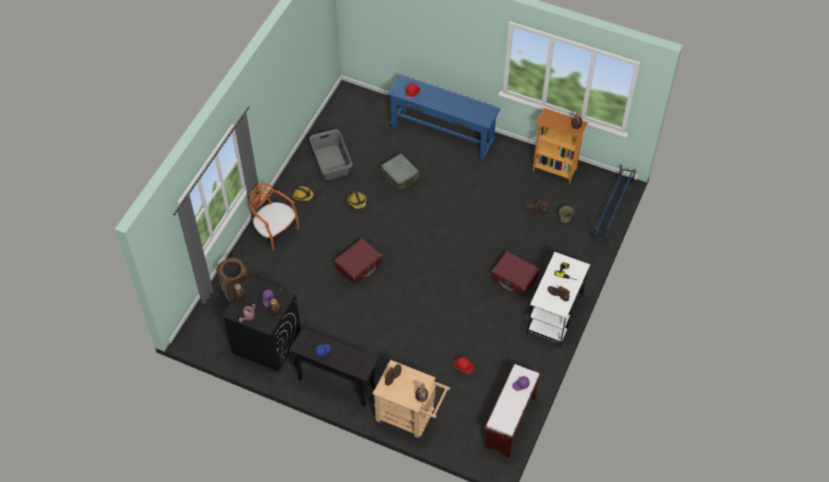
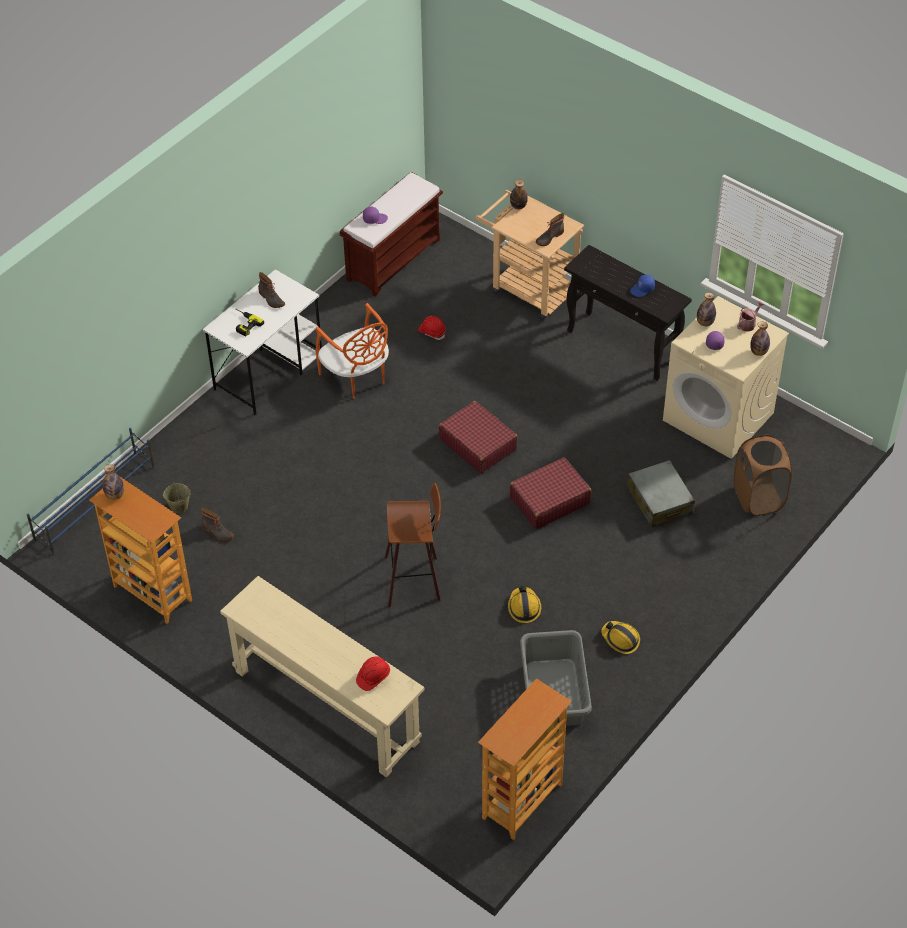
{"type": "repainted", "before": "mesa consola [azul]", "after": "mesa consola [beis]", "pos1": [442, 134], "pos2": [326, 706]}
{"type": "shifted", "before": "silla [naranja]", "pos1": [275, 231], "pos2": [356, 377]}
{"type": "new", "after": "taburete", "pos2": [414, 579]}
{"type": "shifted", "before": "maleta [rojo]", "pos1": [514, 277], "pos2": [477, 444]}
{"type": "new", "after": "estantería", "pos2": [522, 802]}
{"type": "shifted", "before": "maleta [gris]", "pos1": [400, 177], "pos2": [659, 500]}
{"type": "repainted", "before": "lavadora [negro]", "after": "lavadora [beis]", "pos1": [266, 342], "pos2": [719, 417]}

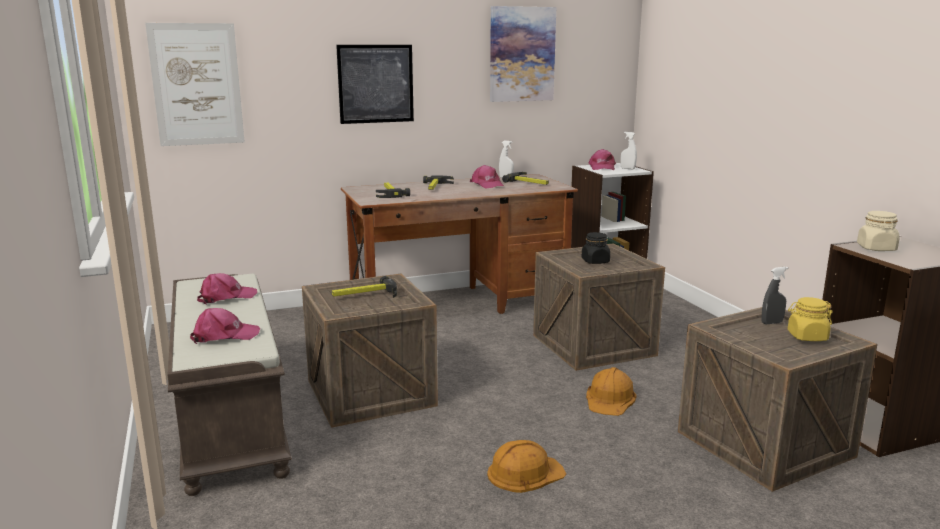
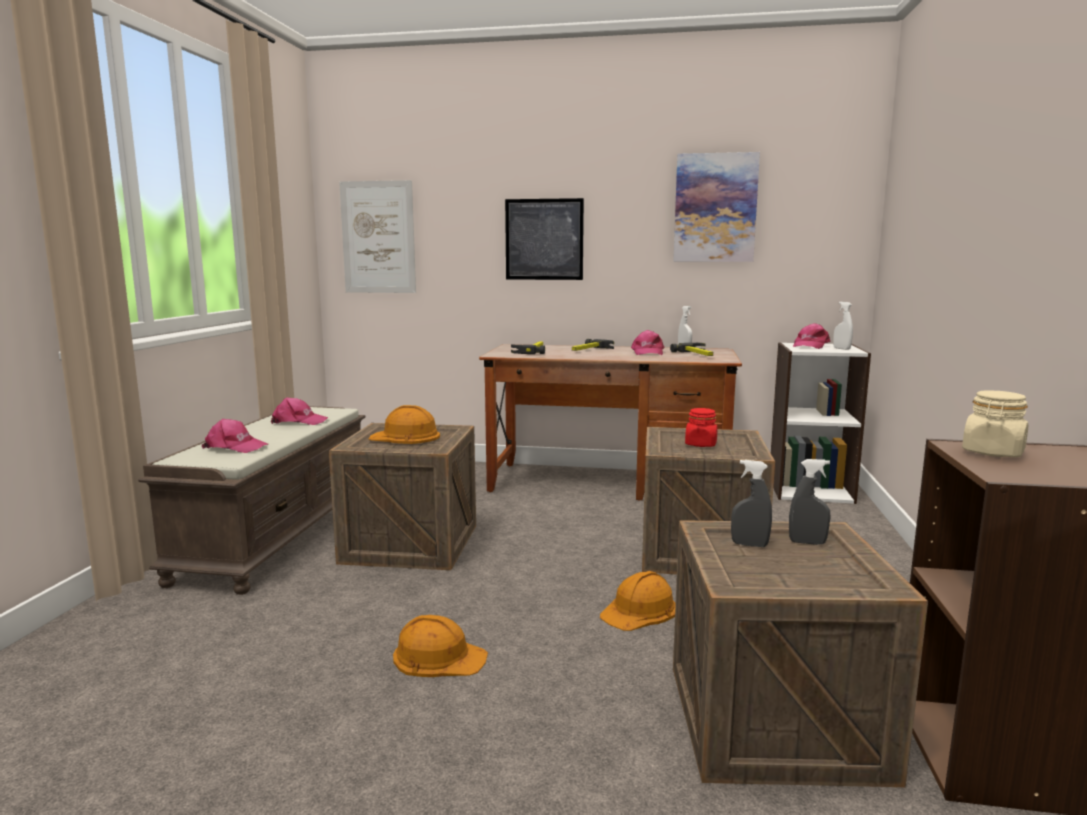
{"type": "swapped", "before": "martillo", "after": "casco [naranja]", "pos1": [365, 294], "pos2": [405, 436]}
{"type": "repainted", "before": "tarro [negro]", "after": "tarro [rojo]", "pos1": [595, 261], "pos2": [701, 444]}
{"type": "new", "after": "pulverizador [gris]", "pos2": [749, 544]}
{"type": "gone", "before": "tarro [amarillo]", "pos1": [807, 337]}

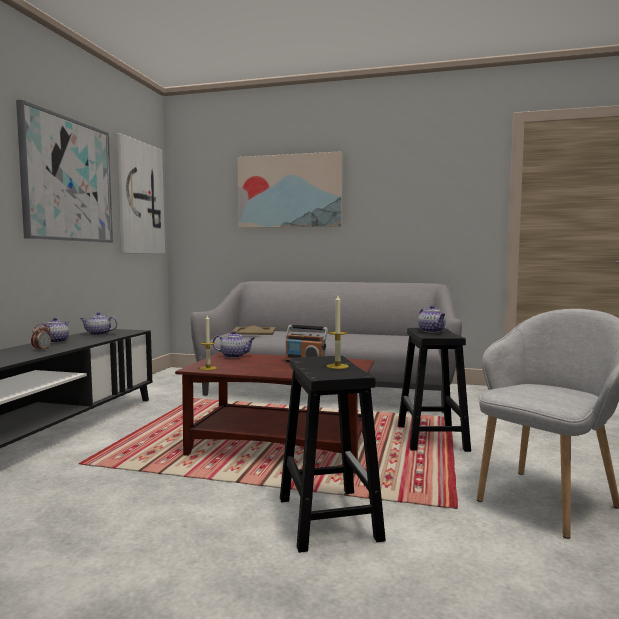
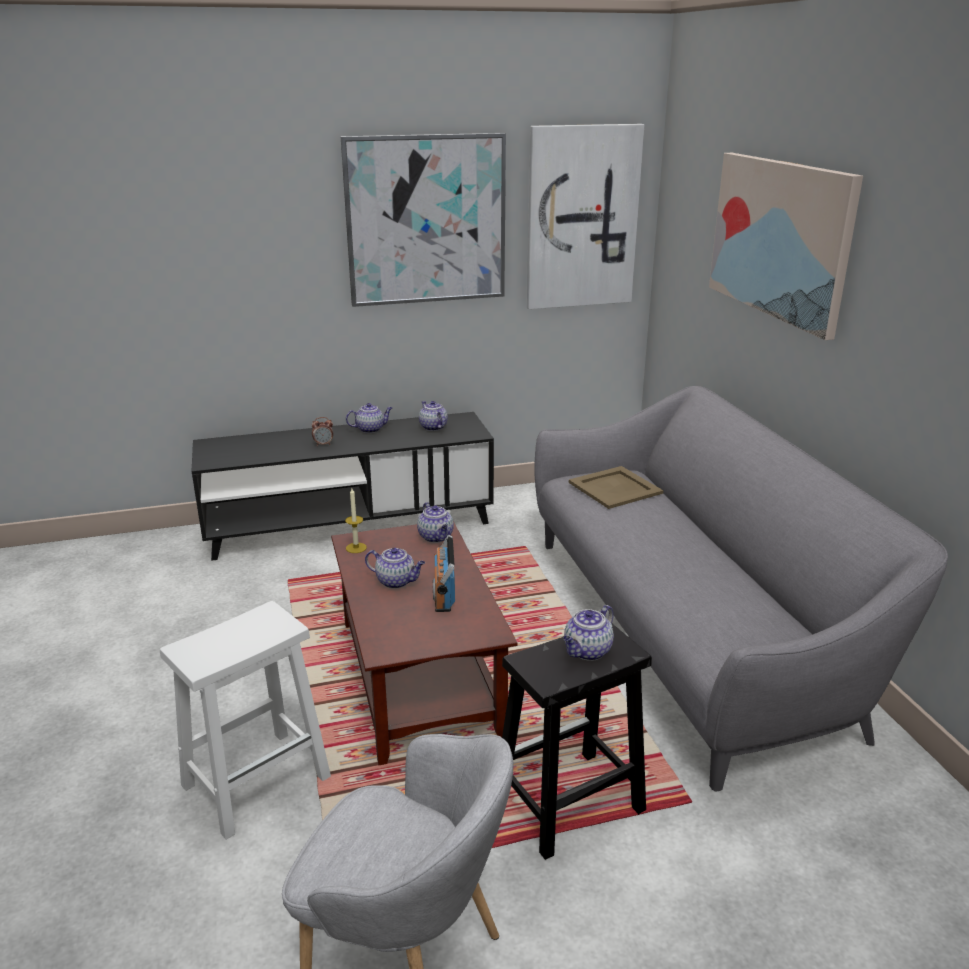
{"type": "repainted", "before": "taburete [negro]", "after": "taburete [blanco]", "pos1": [327, 517], "pos2": [258, 780]}
{"type": "new", "after": "tetera", "pos2": [396, 581]}
{"type": "gone", "before": "vela", "pos1": [337, 366]}

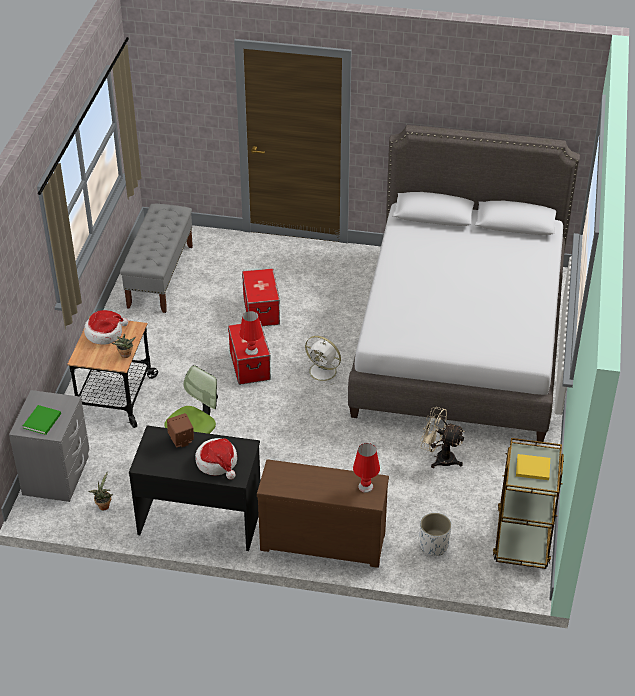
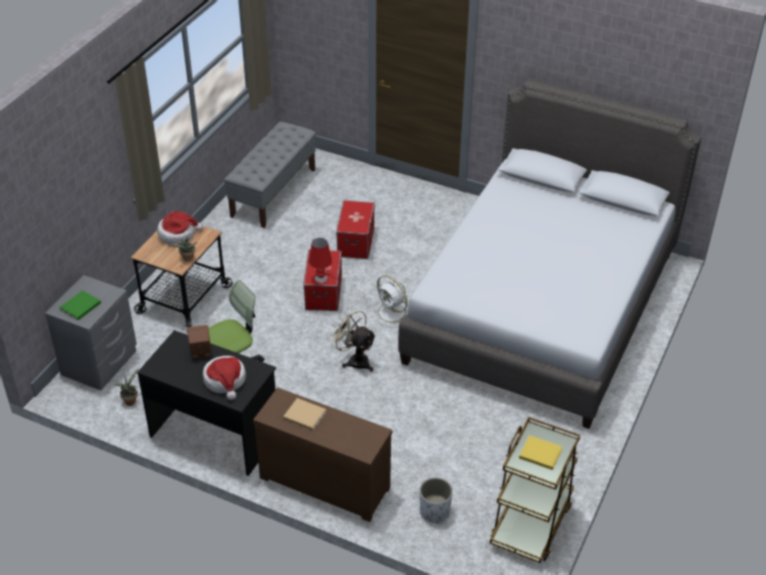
{"type": "new", "after": "libro [beis]", "pos2": [303, 415]}
{"type": "shifted", "before": "ventilador [beis]", "pos1": [440, 458], "pos2": [354, 360]}
{"type": "gone", "before": "lámpara de mesa [rojo]", "pos1": [365, 486]}

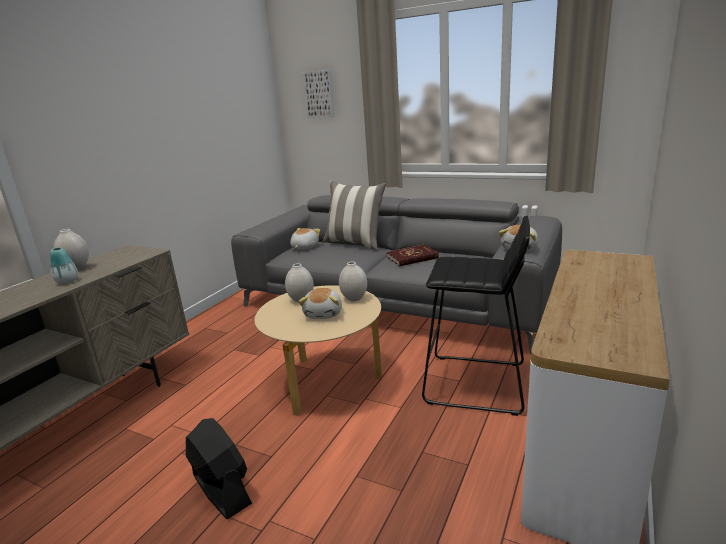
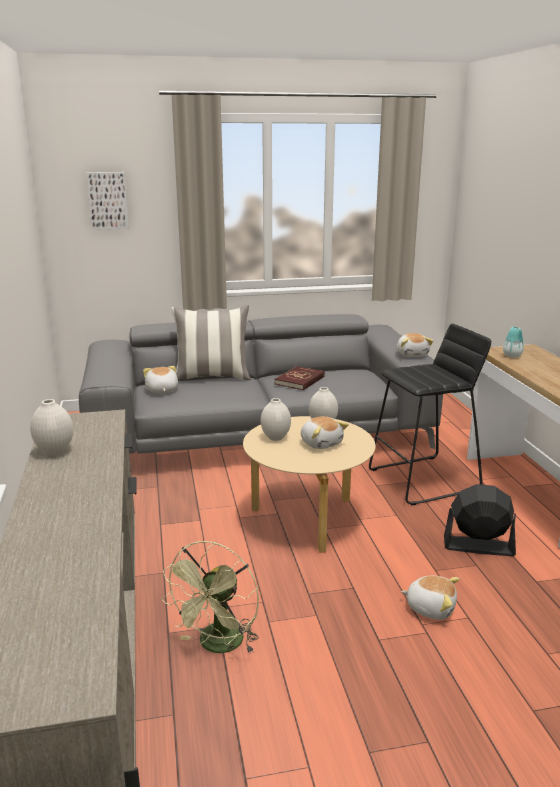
{"type": "new", "after": "ventilador [verde]", "pos2": [218, 646]}
{"type": "new", "after": "peluche", "pos2": [430, 607]}
{"type": "shifted", "before": "ventilador [negro]", "pos1": [221, 489], "pos2": [478, 546]}
{"type": "shifted", "before": "florero", "pos1": [67, 281], "pos2": [512, 356]}

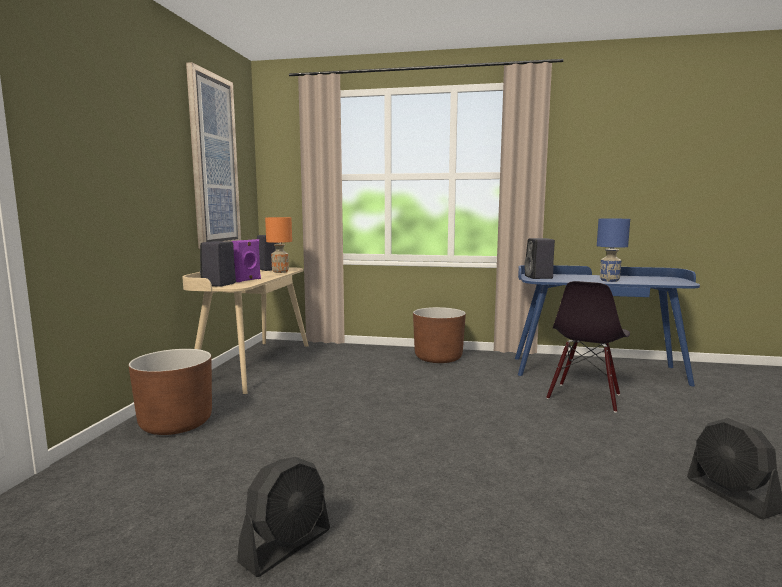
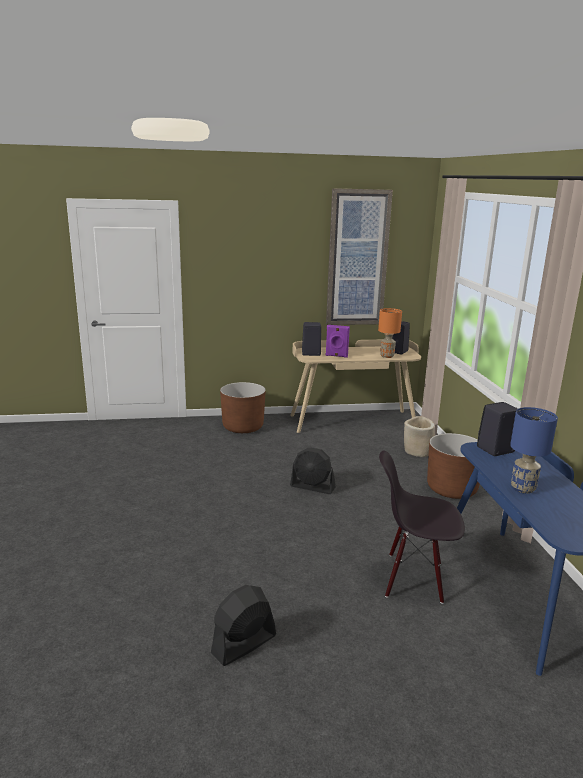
{"type": "shifted", "before": "ventilador [negro]", "pos1": [286, 546], "pos2": [312, 487]}
{"type": "new", "after": "maceta [beis]", "pos2": [417, 451]}

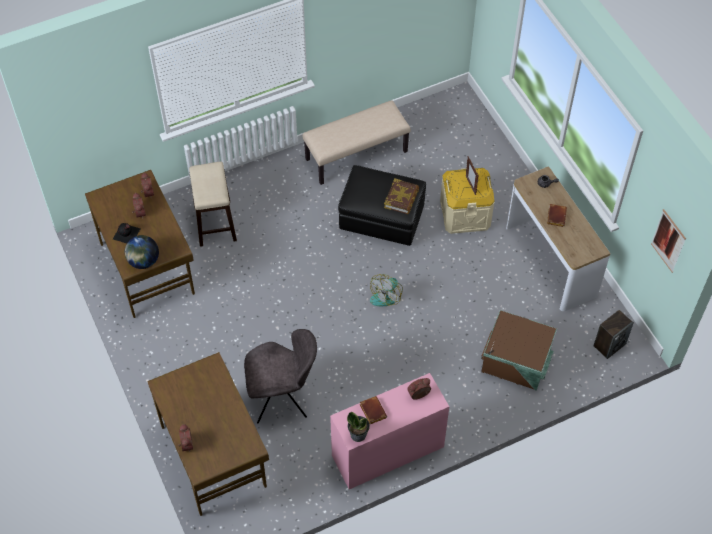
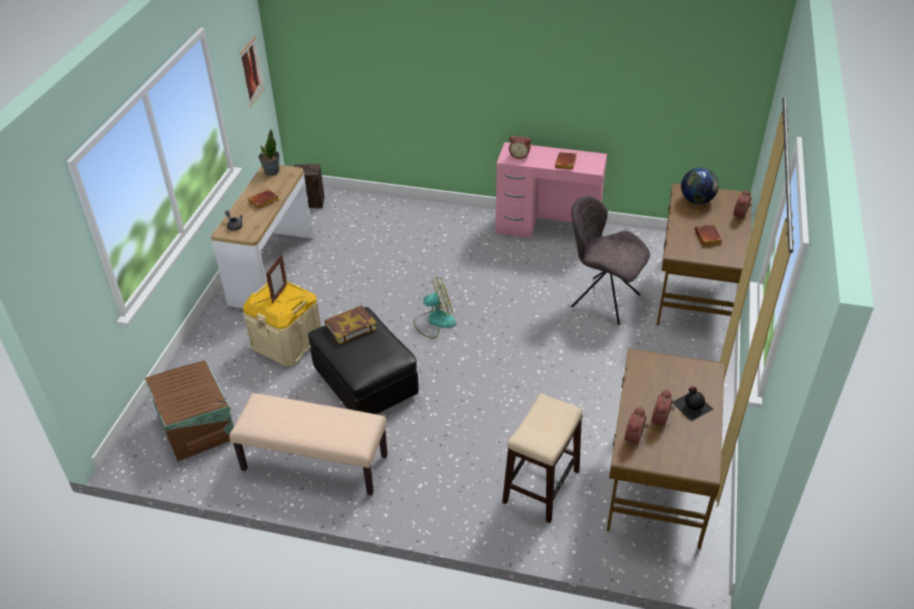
{"type": "shifted", "before": "caja de almacenaje [marrón]", "pos1": [516, 362], "pos2": [197, 425]}
{"type": "shifted", "before": "planta en maceta", "pos1": [358, 434], "pos2": [271, 171]}
{"type": "shifted", "before": "globo terráqueo", "pos1": [143, 261], "pos2": [697, 200]}
{"type": "new", "after": "libro [marrón]", "pos2": [709, 237]}

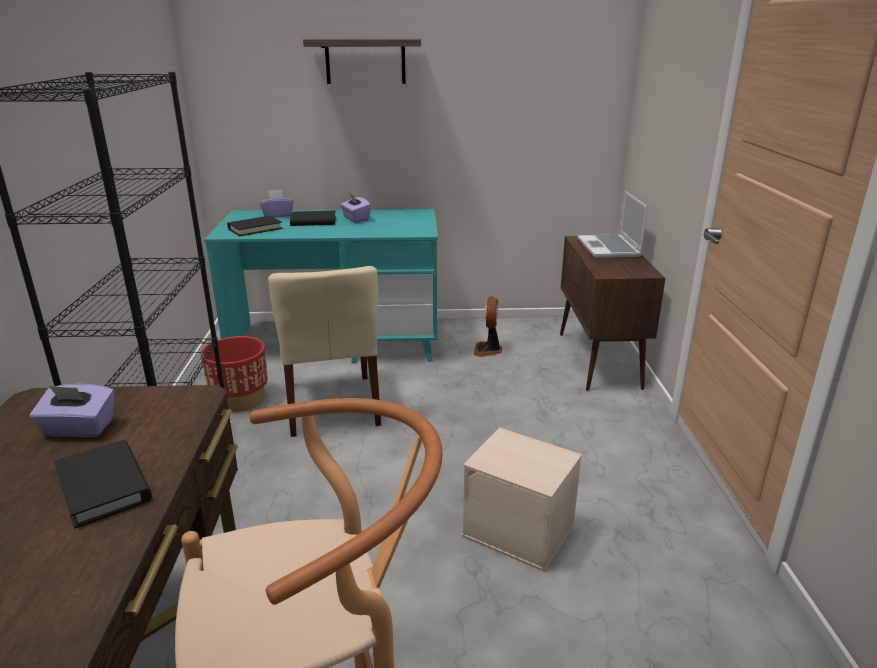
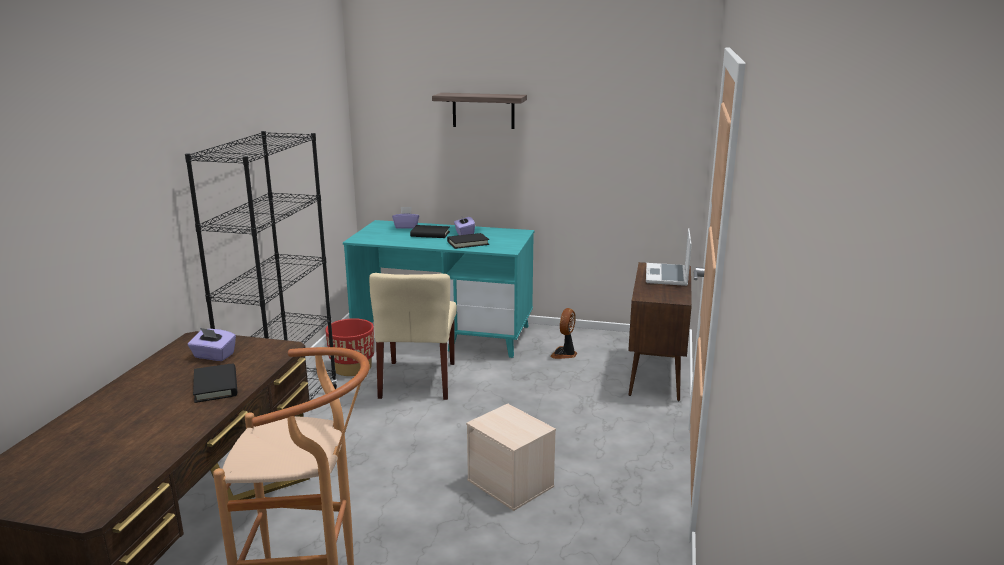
{"type": "shifted", "before": "libro [negro]", "pos1": [255, 229], "pos2": [468, 243]}

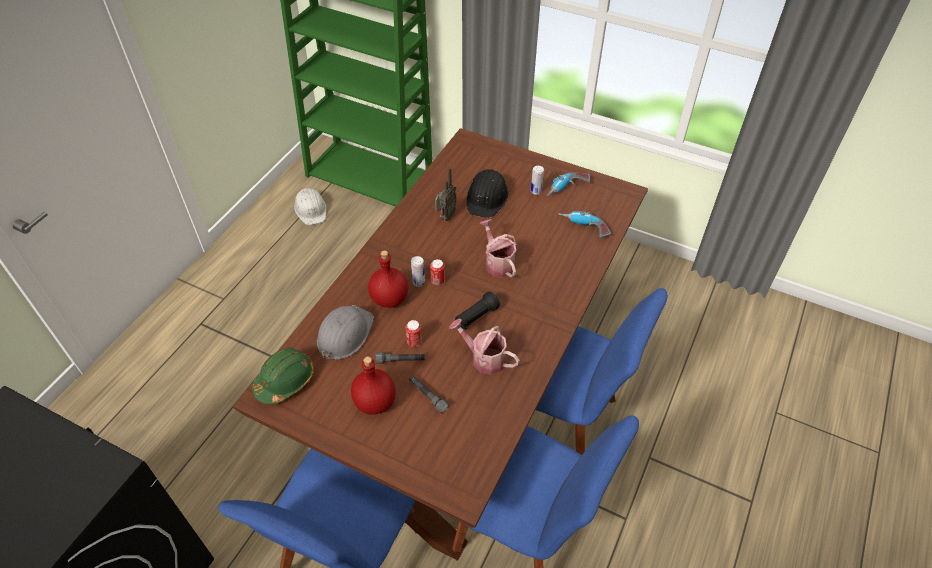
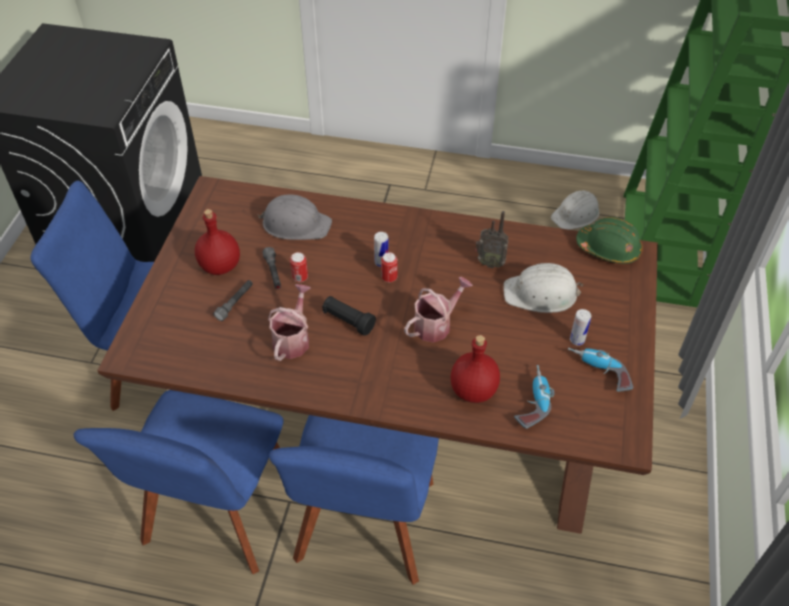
{"type": "shifted", "before": "botella [rojo]", "pos1": [390, 298], "pos2": [474, 391]}
{"type": "repainted", "before": "casco [negro]", "after": "casco [blanco]", "pos1": [487, 197], "pos2": [541, 293]}
{"type": "shifted", "before": "casco [verde]", "pos1": [285, 381], "pos2": [609, 249]}

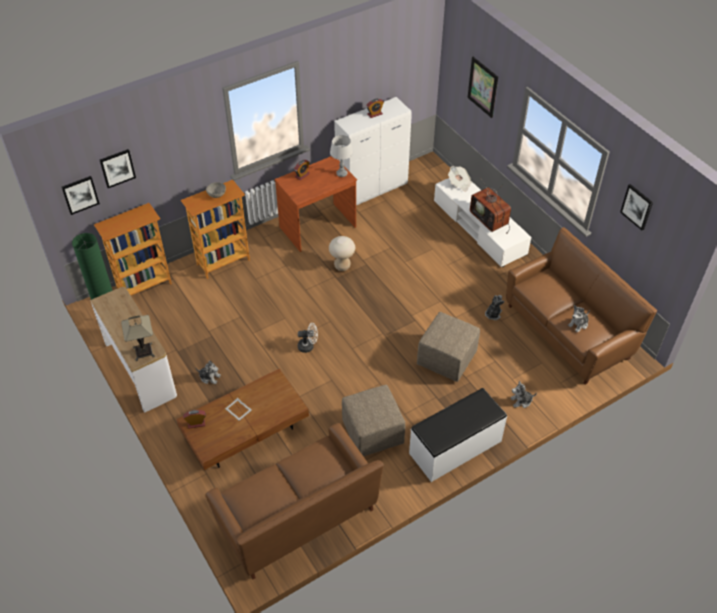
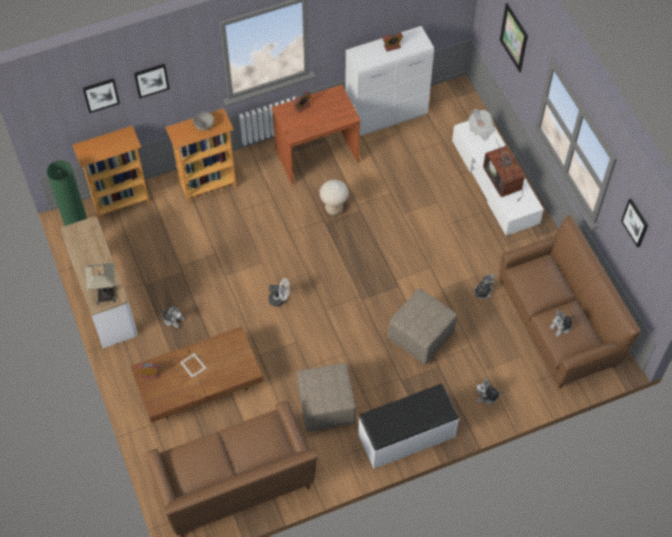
{"type": "shifted", "before": "cuadro", "pos1": [80, 194], "pos2": [151, 80]}
{"type": "gone", "before": "lámpara de mesa [gris]", "pos1": [341, 173]}

